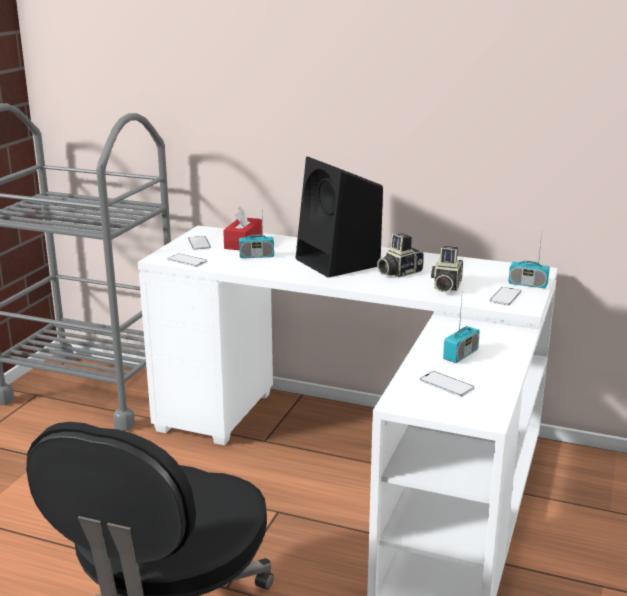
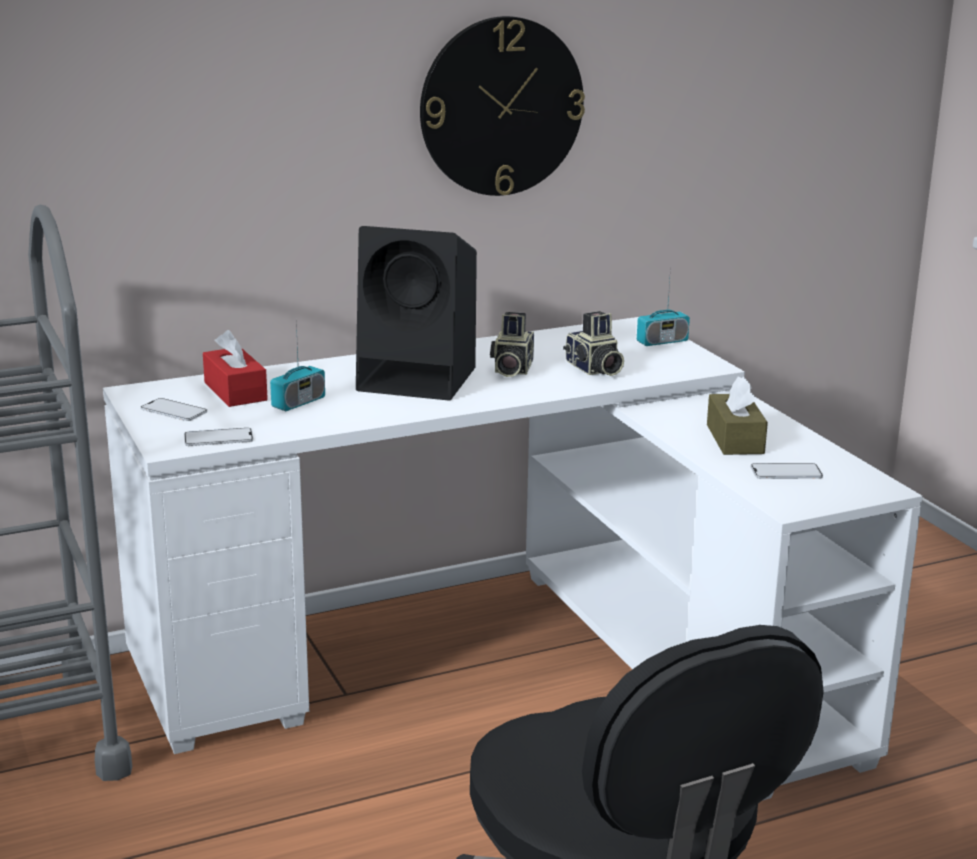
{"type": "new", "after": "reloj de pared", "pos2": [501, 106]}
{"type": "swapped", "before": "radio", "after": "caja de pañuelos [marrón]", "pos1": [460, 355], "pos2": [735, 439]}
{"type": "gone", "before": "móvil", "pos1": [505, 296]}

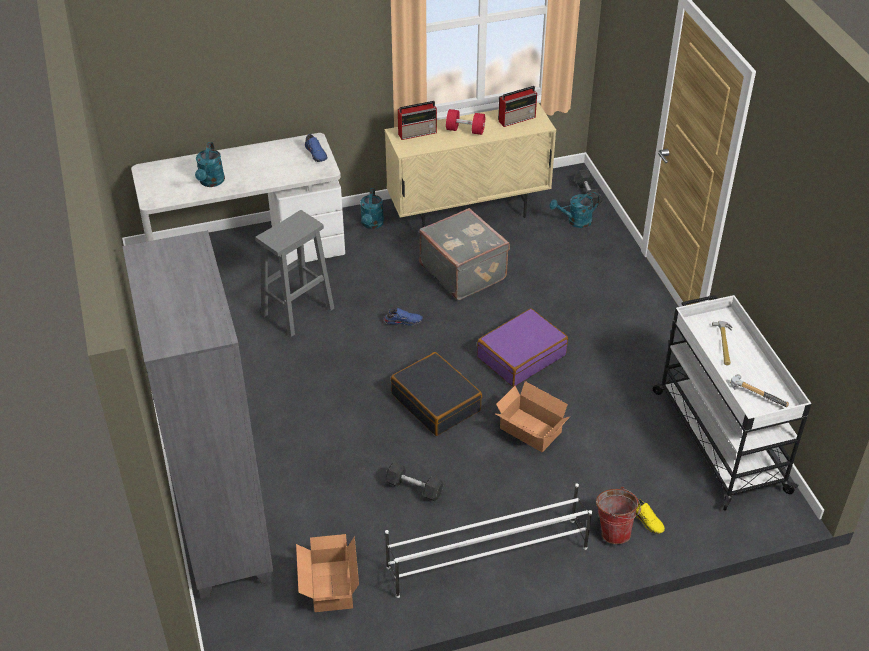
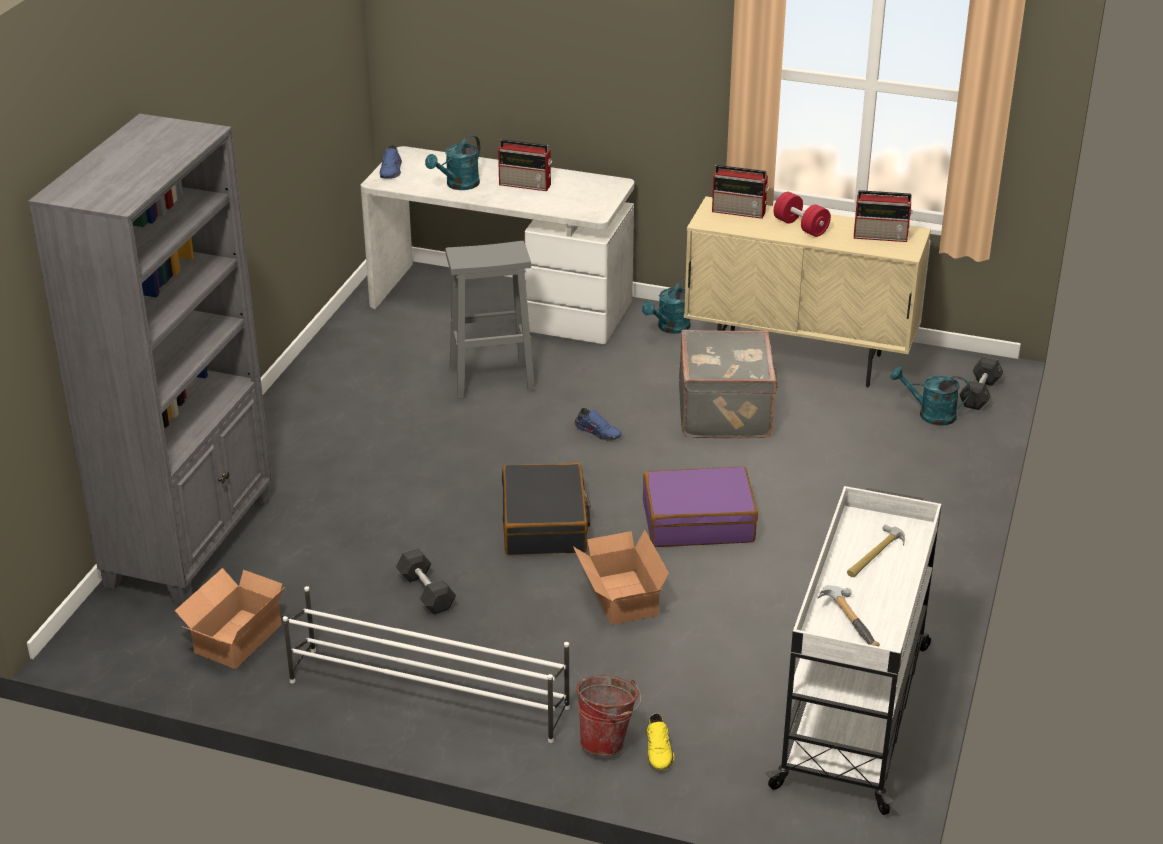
{"type": "shifted", "before": "zapato [azul]", "pos1": [316, 153], "pos2": [392, 171]}
{"type": "new", "after": "radio", "pos2": [526, 184]}

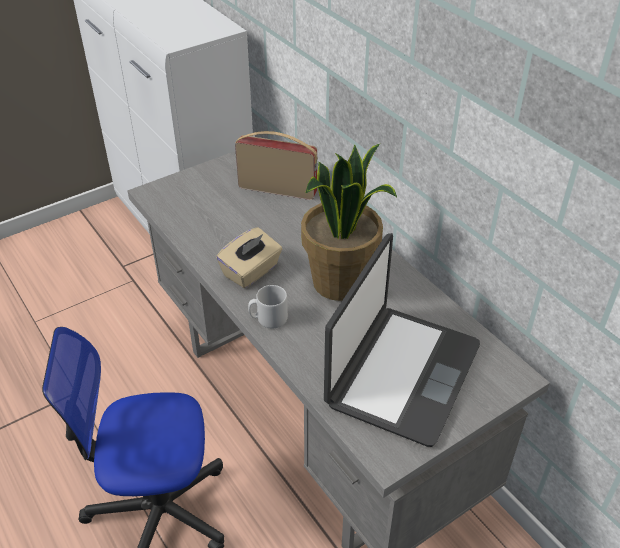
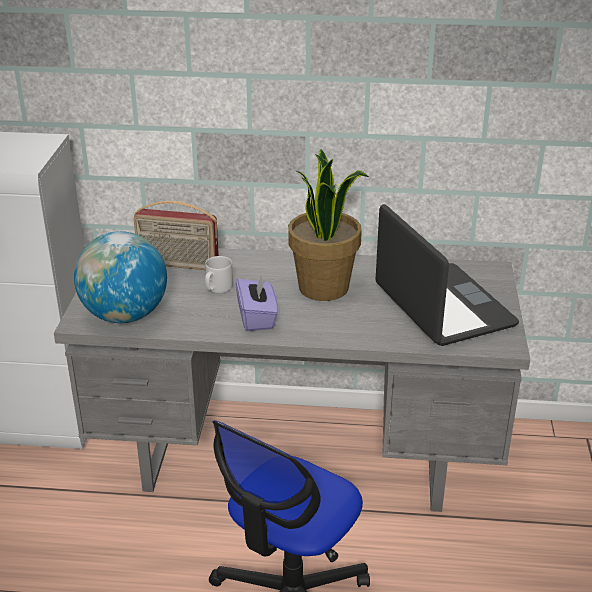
{"type": "new", "after": "globo terráqueo", "pos2": [125, 315]}
{"type": "rotated", "before": "radio", "pos1": [278, 189], "pos2": [178, 264], "turn": -135}
{"type": "shifted", "before": "taza grande [gris]", "pos1": [268, 318], "pos2": [217, 288]}
{"type": "repainted", "before": "caja de pañuelos [beis]", "after": "caja de pañuelos [morado]", "pos1": [251, 271], "pos2": [257, 318]}

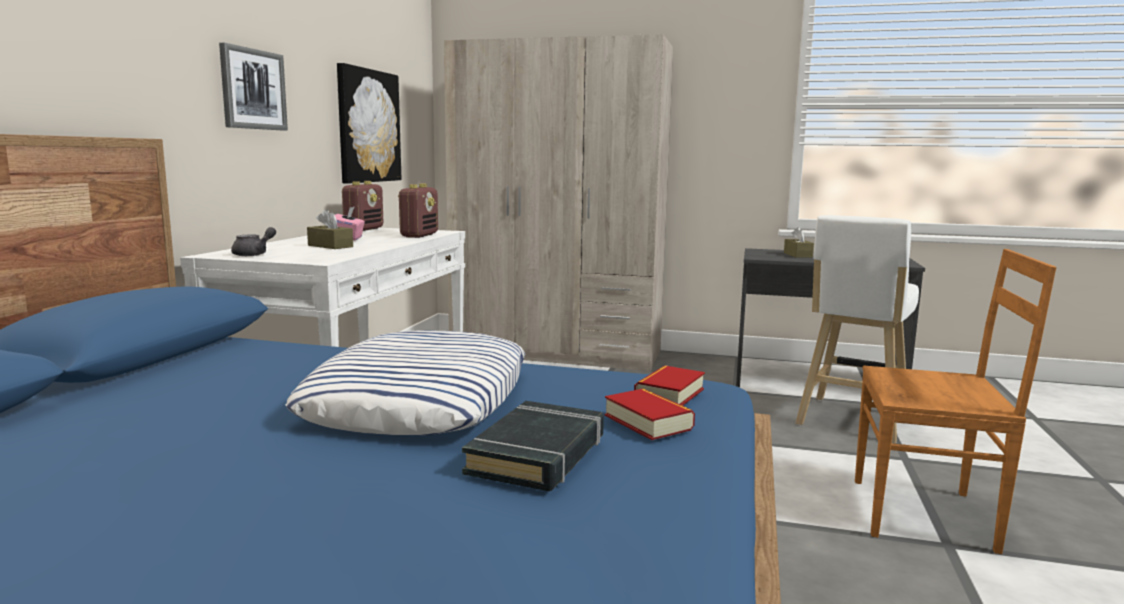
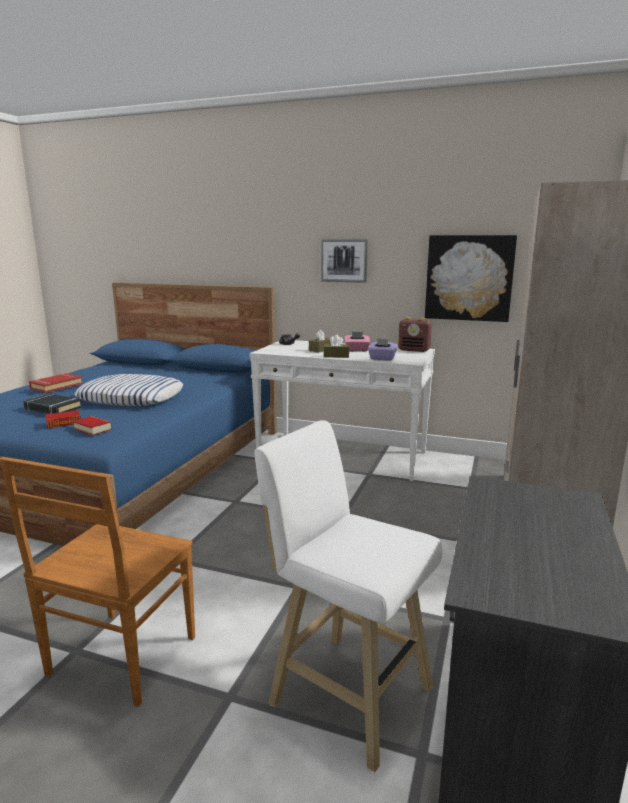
{"type": "new", "after": "libro [rojo]", "pos2": [56, 386]}
{"type": "shifted", "before": "caja de pañuelos [marrón]", "pos1": [797, 255], "pos2": [336, 356]}
{"type": "swapped", "before": "radio", "after": "caja de pañuelos [morado]", "pos1": [419, 235], "pos2": [382, 359]}

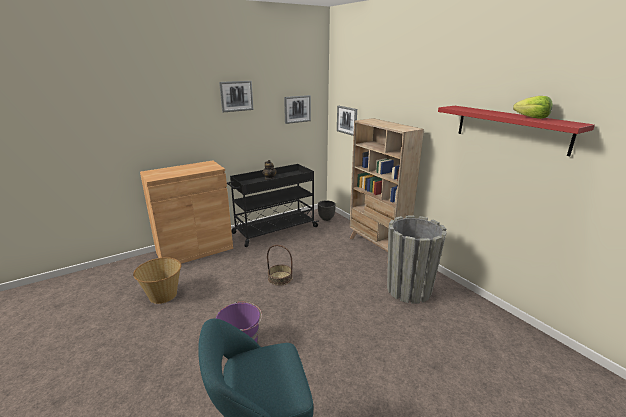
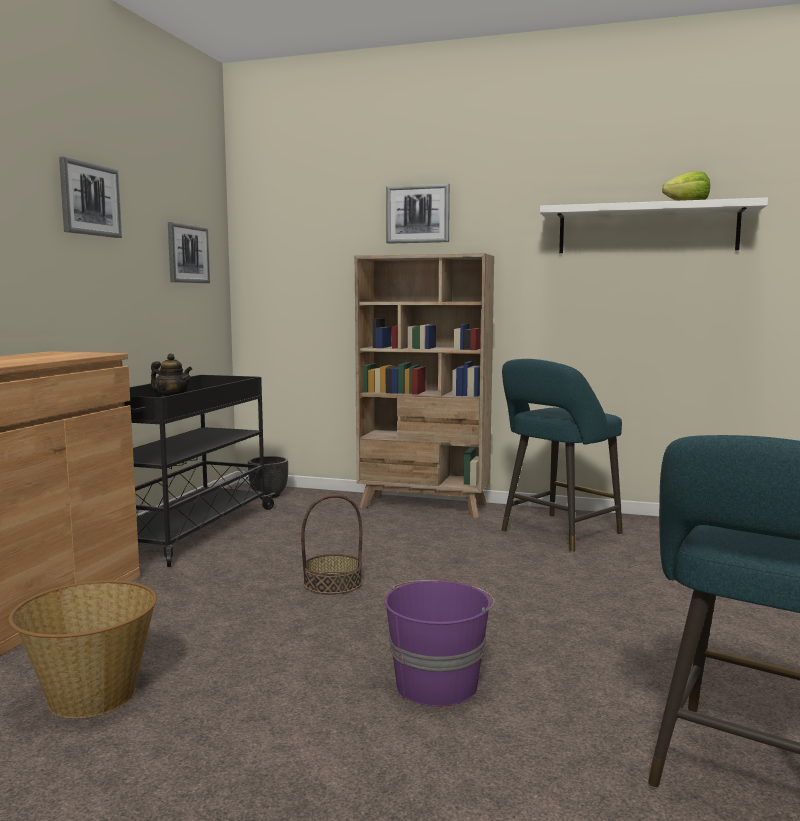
{"type": "shifted", "before": "cuadro", "pos1": [347, 120], "pos2": [418, 214]}
{"type": "swapped", "before": "maceta [gris]", "after": "taburete [turquesa]", "pos1": [409, 289], "pos2": [557, 534]}
{"type": "repainted", "before": "estante [rojo]", "after": "estante [blanco]", "pos1": [511, 128], "pos2": [647, 229]}

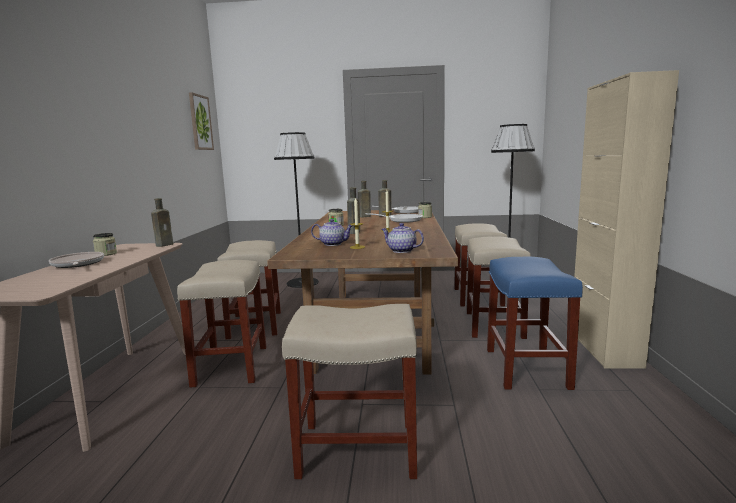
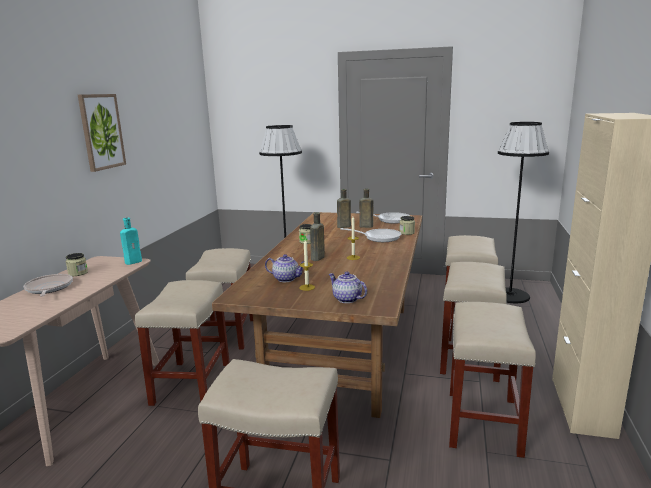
{"type": "shifted", "before": "cuadro", "pos1": [200, 122], "pos2": [101, 131]}
{"type": "repainted", "before": "botella [marrón]", "after": "botella [turquesa]", "pos1": [165, 244], "pos2": [134, 261]}
{"type": "repainted", "before": "taburete [azul]", "after": "taburete [beis]", "pos1": [527, 369], "pos2": [484, 423]}

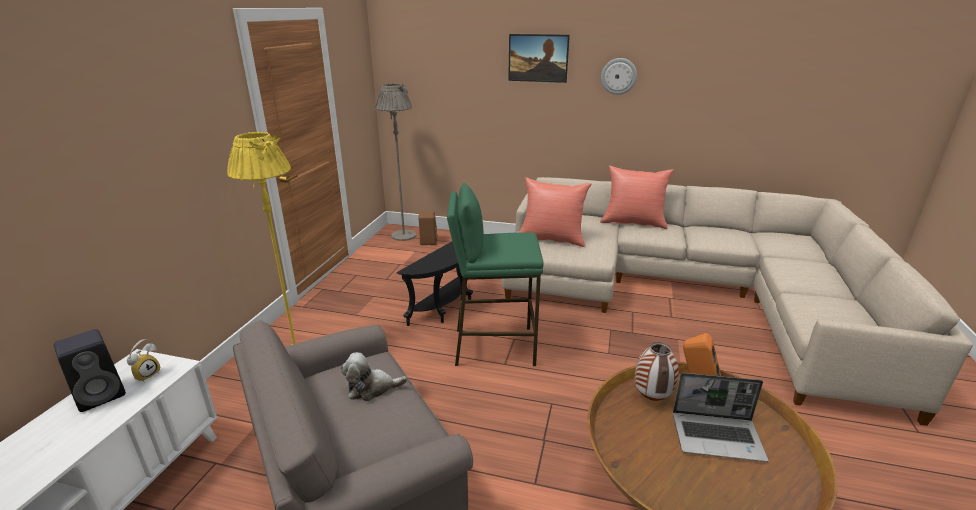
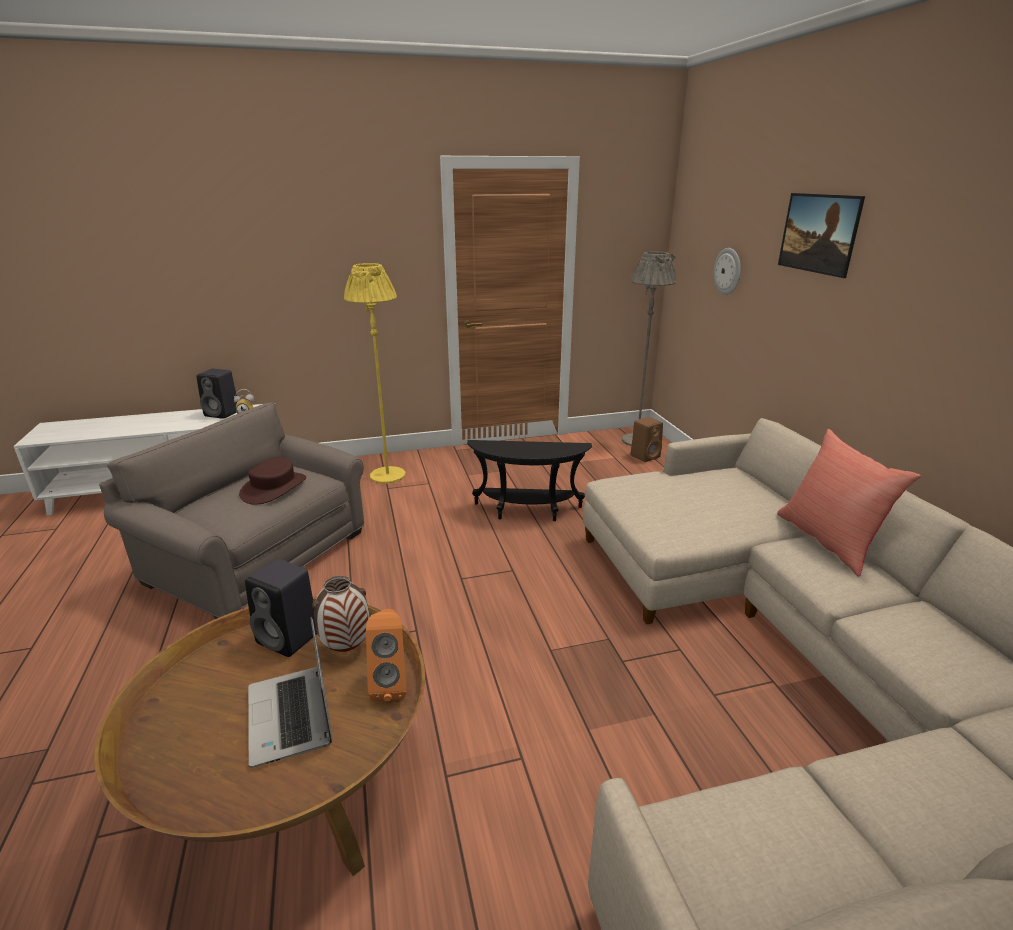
{"type": "swapped", "before": "peluche", "after": "sombrero [marrón]", "pos1": [371, 388], "pos2": [274, 488]}
{"type": "new", "after": "altavoz [negro]", "pos2": [290, 638]}
{"type": "shifted", "before": "reloj de pared", "pos1": [618, 76], "pos2": [728, 271]}
{"type": "gone", "before": "taburete [verde]", "pos1": [494, 346]}
{"type": "gone", "before": "cojín [rojo]", "pos1": [551, 238]}

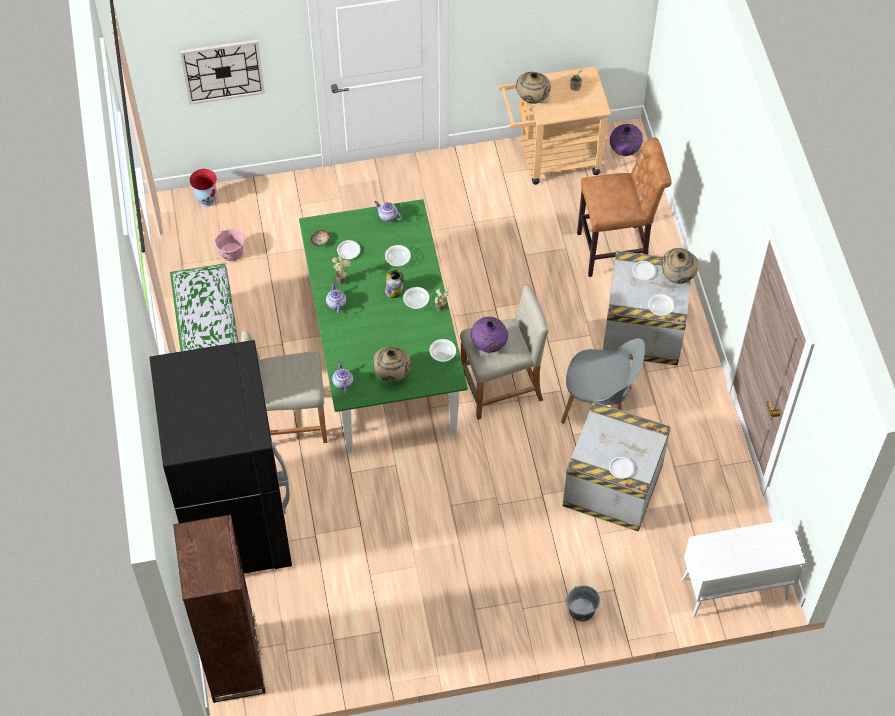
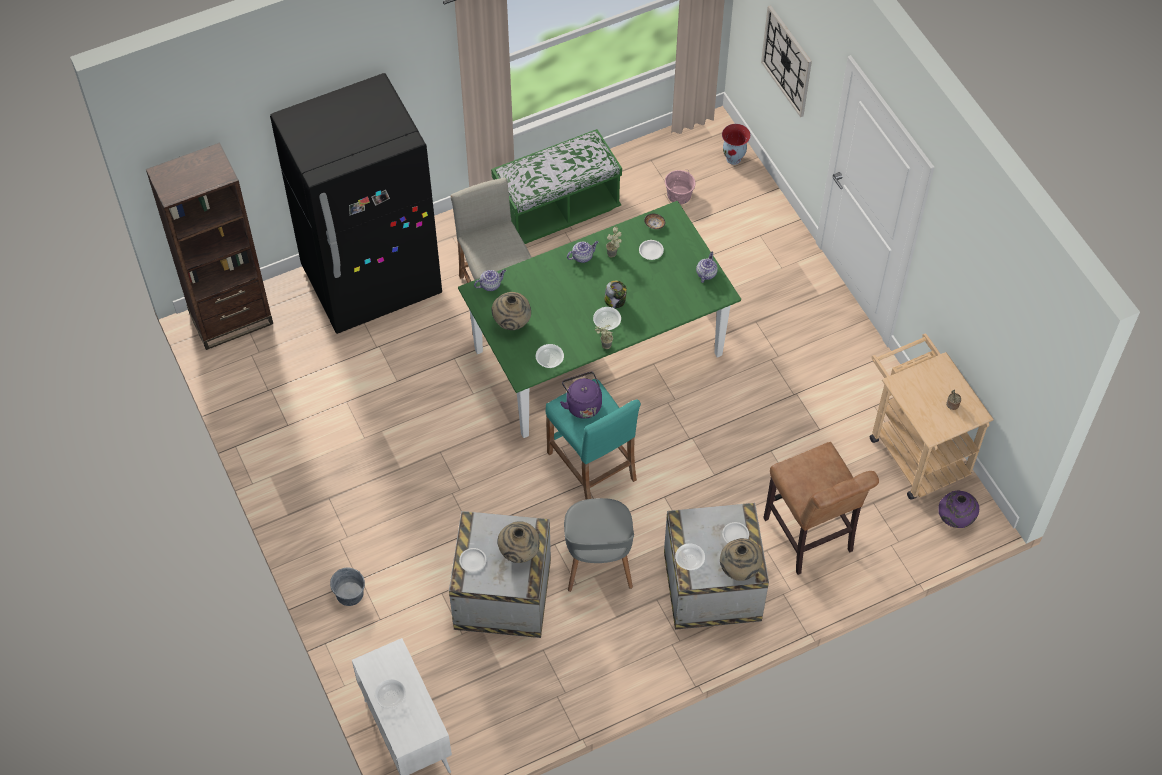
{"type": "shifted", "before": "cuenco", "pos1": [398, 260], "pos2": [391, 697]}
{"type": "shifted", "before": "florero [beis]", "pos1": [532, 99], "pos2": [519, 552]}
{"type": "repainted", "before": "taburete [beis]", "after": "taburete [turquesa]", "pos1": [501, 388], "pos2": [591, 466]}
{"type": "swapped", "before": "florero [morado]", "after": "hervidor [morado]", "pos1": [489, 345], "pos2": [582, 404]}

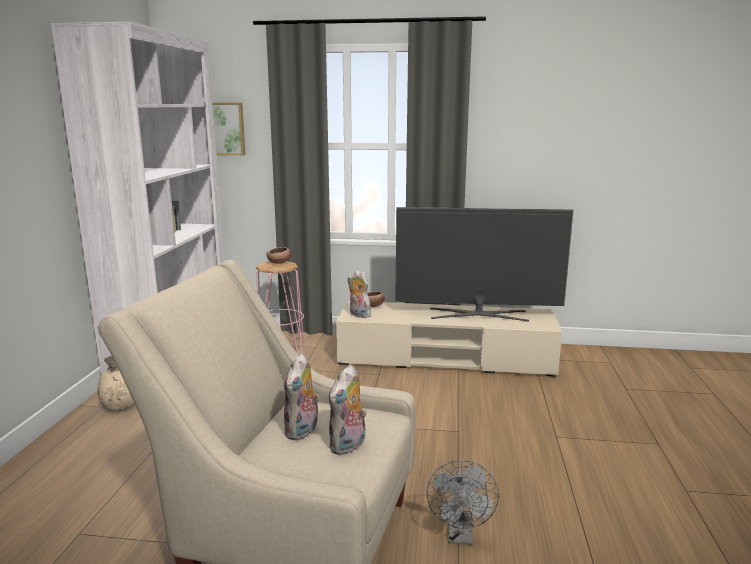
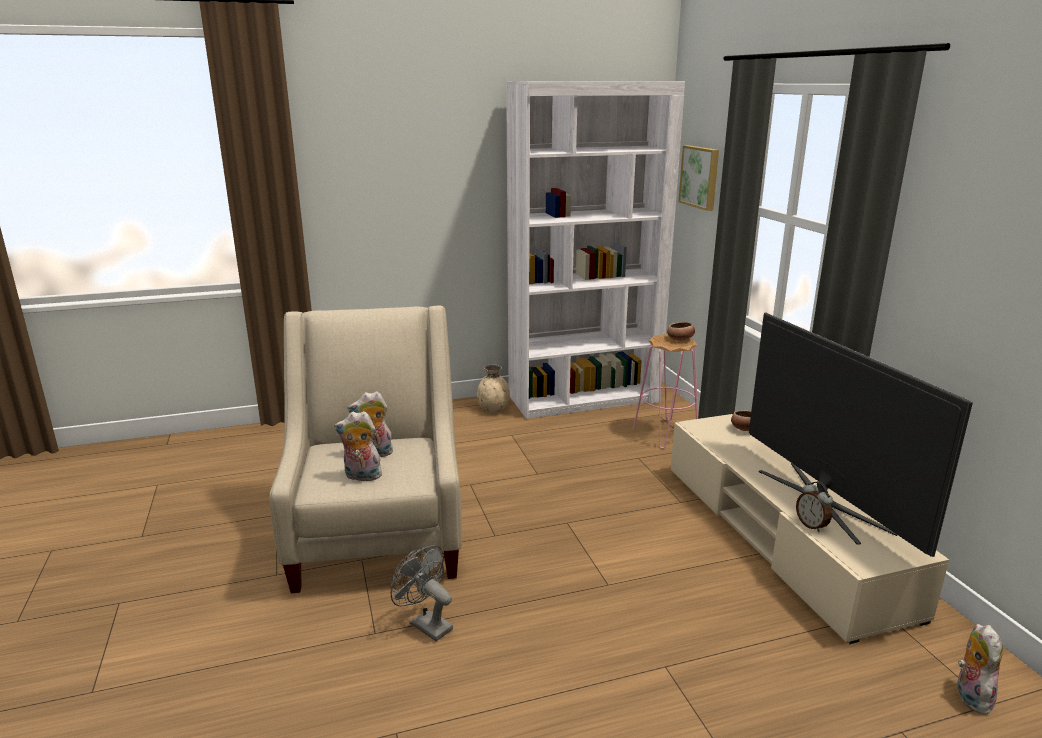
{"type": "rotated", "before": "ventilador [gris]", "pos1": [460, 536], "pos2": [425, 624], "turn": 60}
{"type": "new", "after": "despertador", "pos2": [811, 525]}
{"type": "shifted", "before": "peluche", "pos1": [358, 315], "pos2": [969, 695]}

